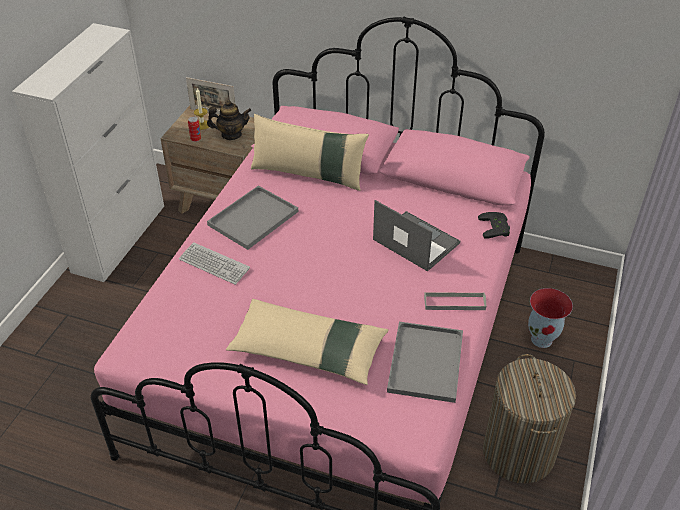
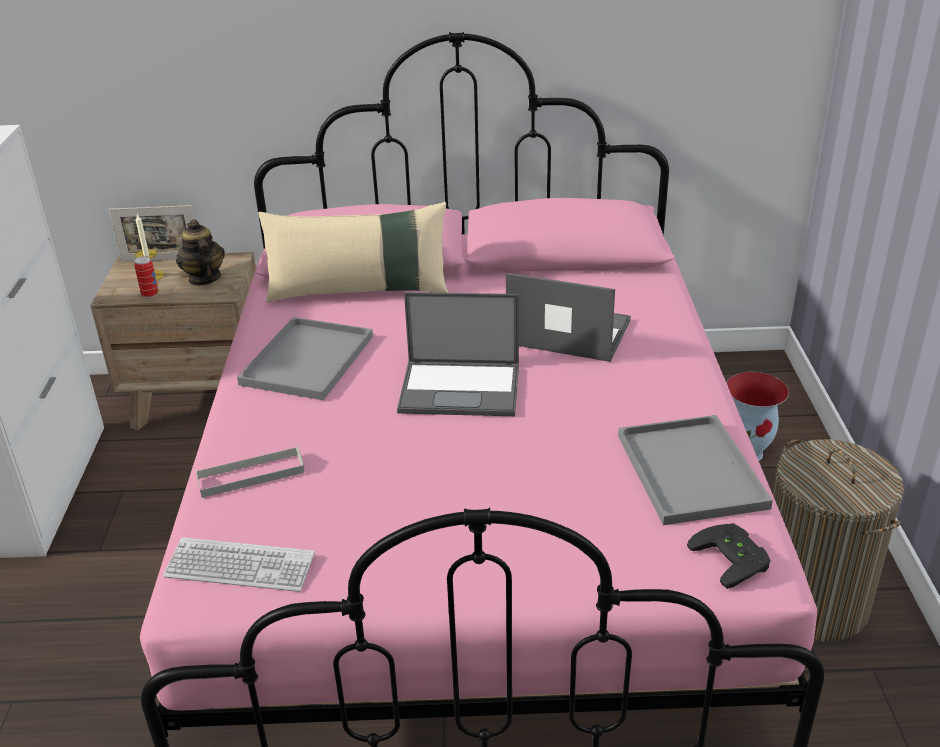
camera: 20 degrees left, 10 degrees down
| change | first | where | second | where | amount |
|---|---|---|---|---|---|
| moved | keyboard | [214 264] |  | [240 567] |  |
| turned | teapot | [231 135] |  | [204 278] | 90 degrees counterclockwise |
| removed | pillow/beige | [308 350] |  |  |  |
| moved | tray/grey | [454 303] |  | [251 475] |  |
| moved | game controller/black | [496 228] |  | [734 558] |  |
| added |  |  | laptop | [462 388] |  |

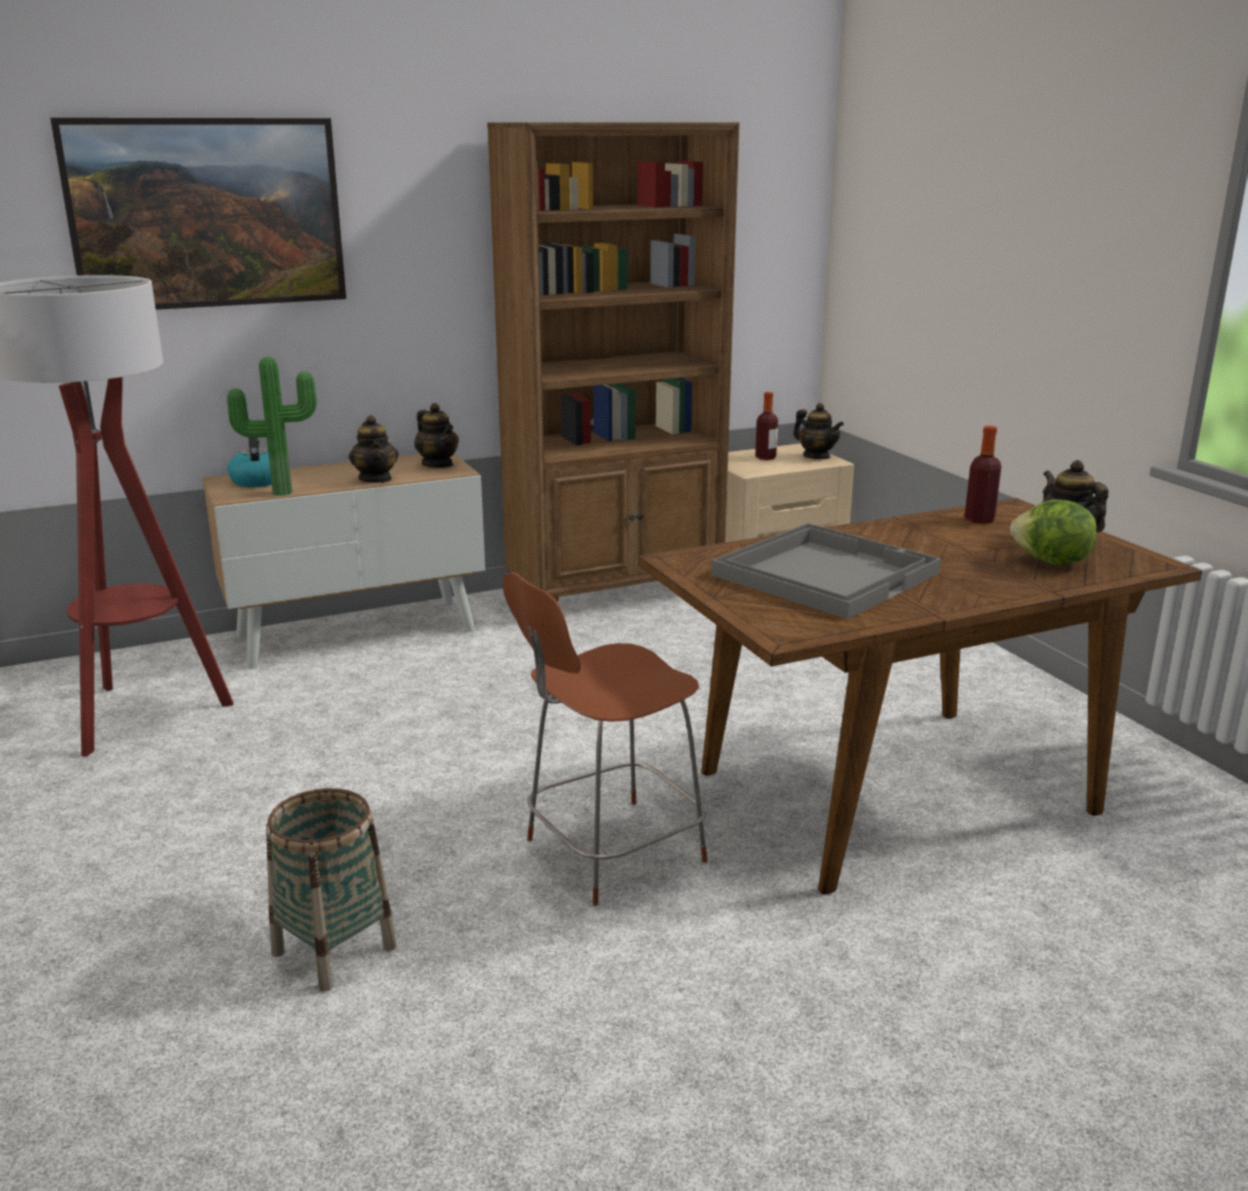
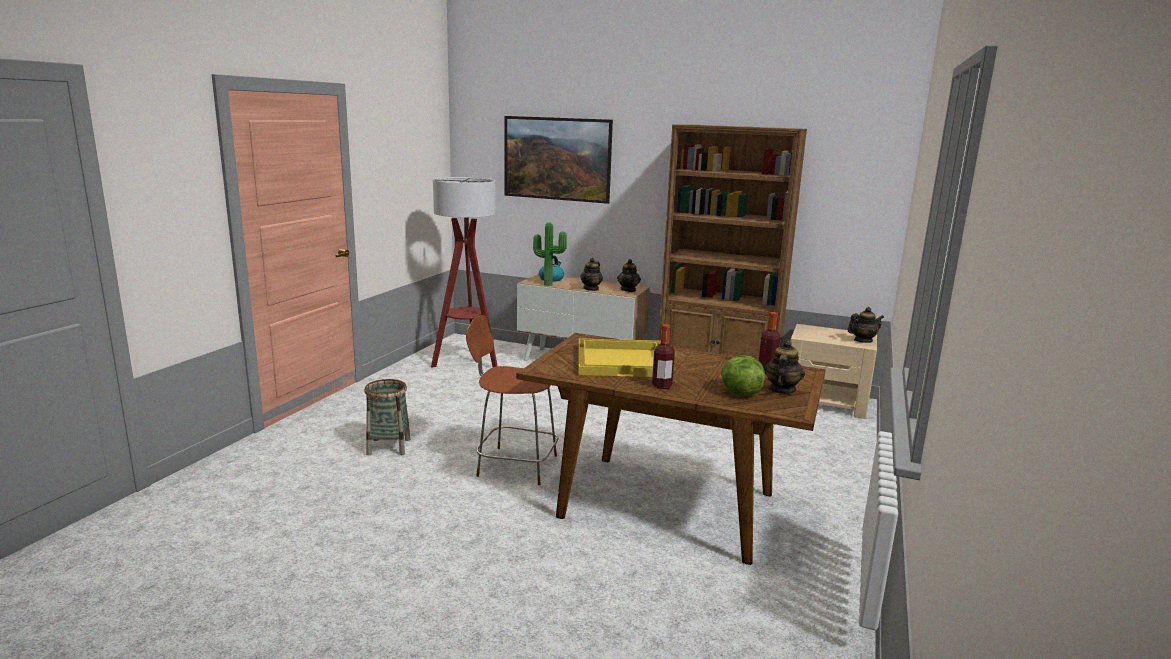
camera: 45 degrees right, 5 degrees down
| change | first | where | second | where | amount |
|---|---|---|---|---|---|
| recoloured | tray/grey | [825 573] | tray/yellow | [622 360] |  |
| moved | bottle | [765 457] |  | [662 386] |  |
| turned | teapot | [816 456] |  | [863 341] | 105 degrees counterclockwise |

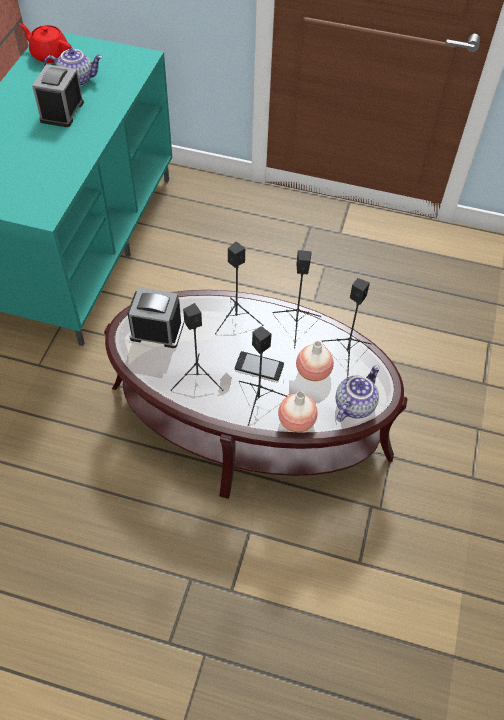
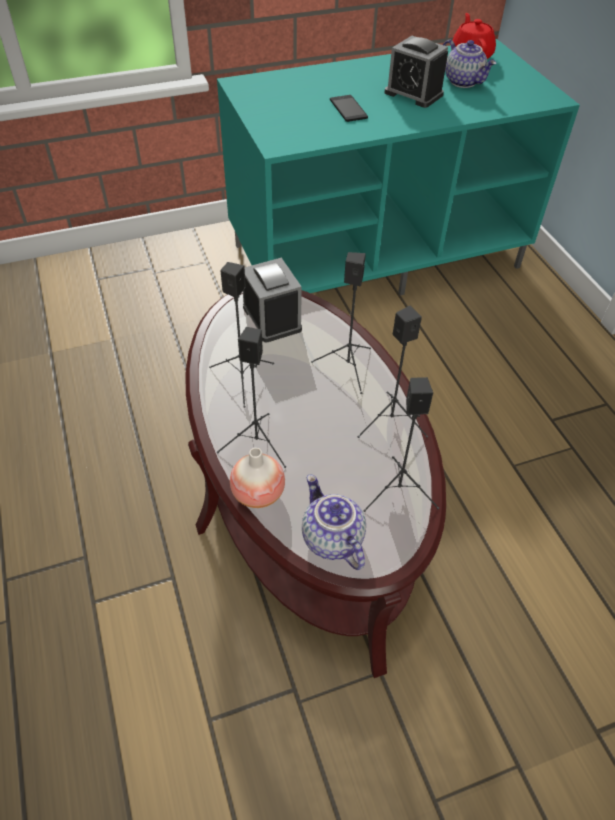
camera: 55 degrees right, 5 degrees down
| change | first | where | second | where | amount |
|---|---|---|---|---|---|
| turned | alarm clock | [62 111] |  | [413 94] | 120 degrees counterclockwise |
| moved | phone | [259 366] |  | [348 109] |  |
| removed | vase | [313 372] |  |  |  |
| turned | teapot | [354 404] |  | [330 539] | 120 degrees counterclockwise |

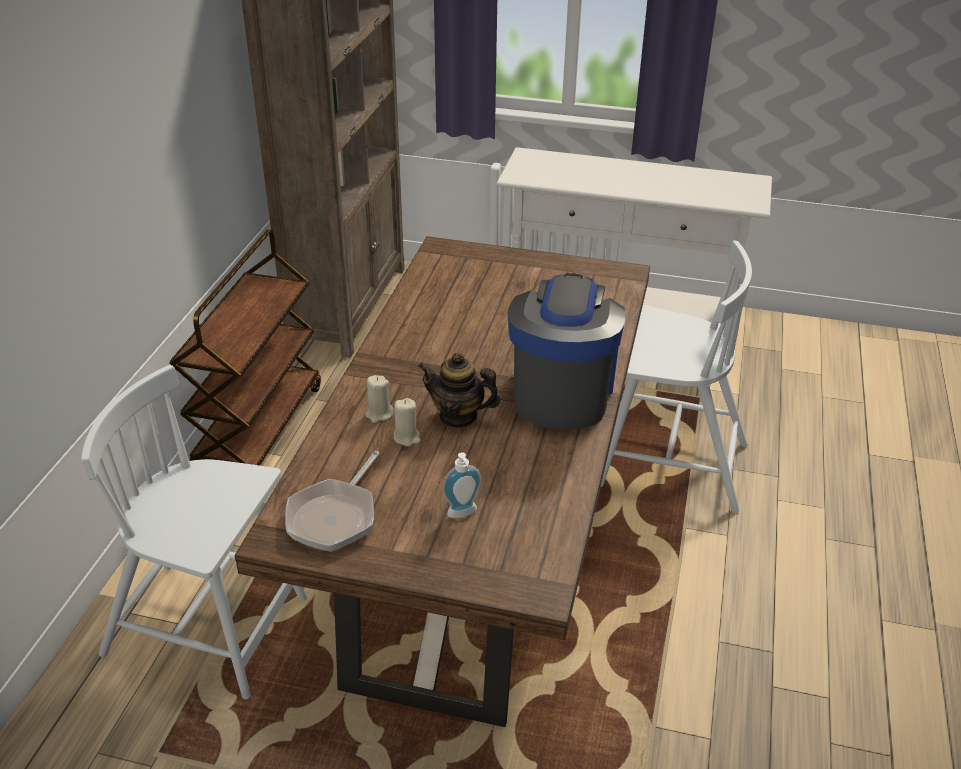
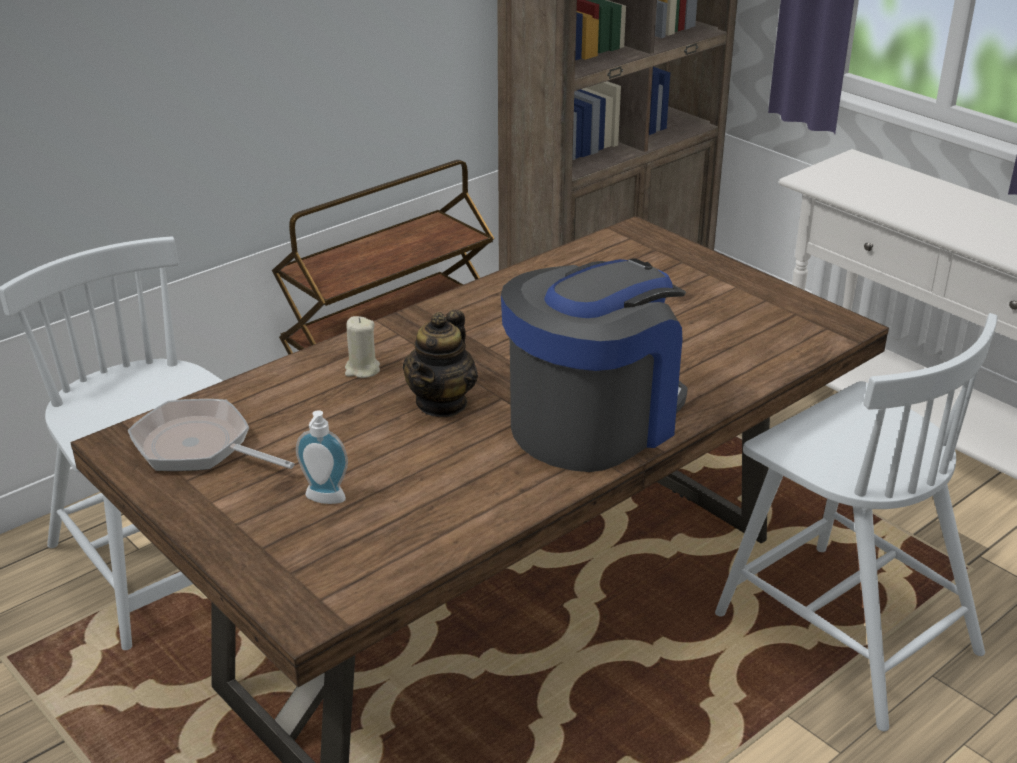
camera: 35 degrees right, 5 degrees down
| change | first | where | second | where | amount |
|---|---|---|---|---|---|
| turned | frying pan | [335 516] |  | [199 447] | 60 degrees clockwise |
| removed | candle/beige | [407 437] |  |  |  |
| turned | teapot | [458 416] |  | [442 403] | 120 degrees counterclockwise |

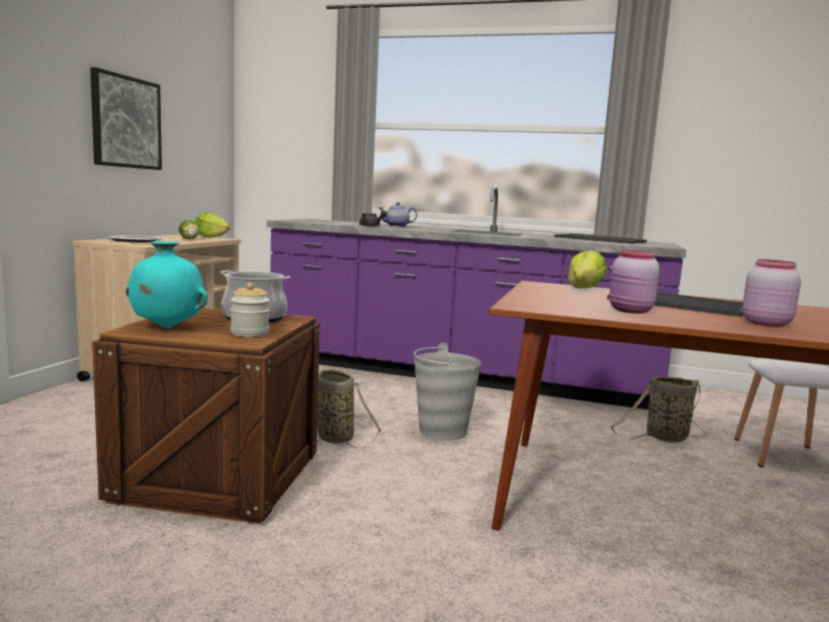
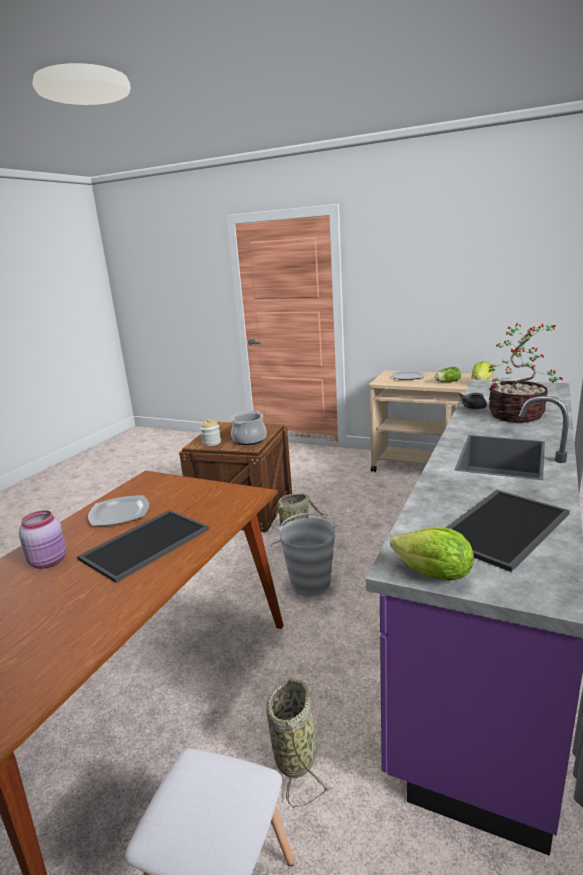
camera: 100 degrees right, 10 degrees up
| change | first | where | second | where | amount |
|---|---|---|---|---|---|
| removed | picture | [126 122] |  |  |  |
| removed | vase/turquoise | [166 328] |  |  |  |
| replaced | teapot | [396 226] | potted plant | [518 415] |  |
| moved | lettuce | [585 288] |  | [434 575] |  |
| replaced | jar/pink | [630 311] | plate | [119 513] |  |

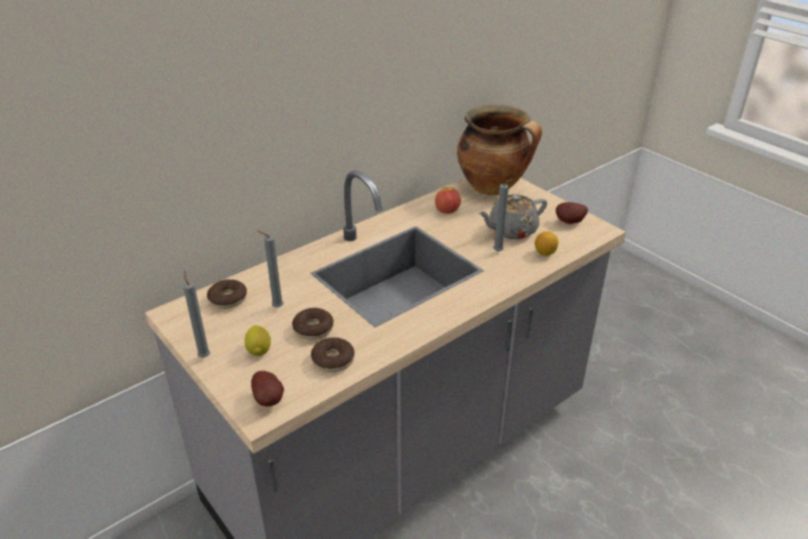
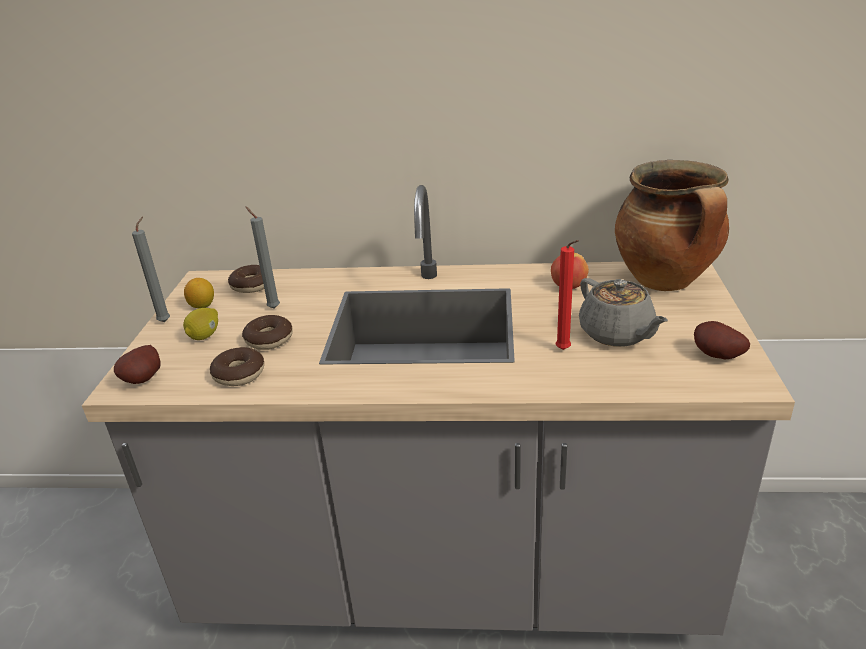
camera: 45 degrees right, 5 degrees down
| change | first | where | second | where | amount |
|---|---|---|---|---|---|
| turned | teapot/grey | [511 230] |  | [617 334] | 135 degrees counterclockwise |
| recoloured | candle/grey | [499 252] | candle/red | [564 350] |  |
| moved | lemon | [545 253] |  | [202 306] |  |

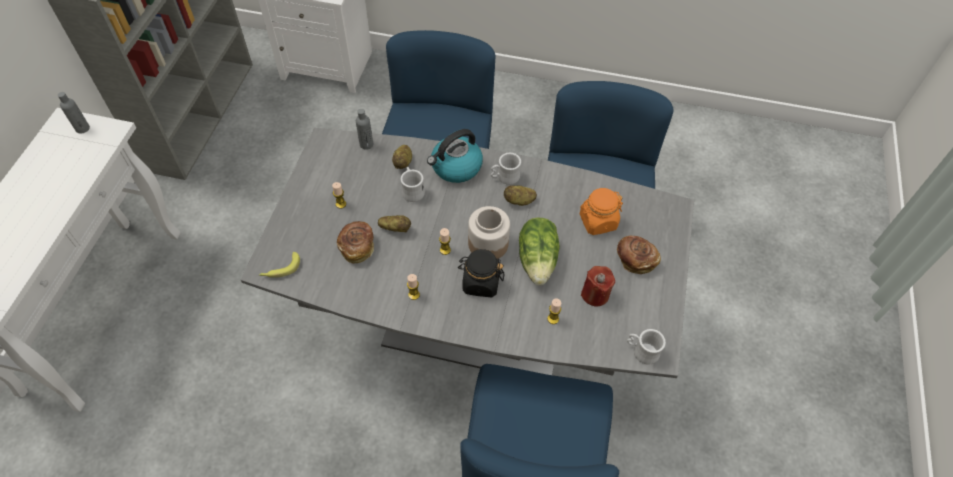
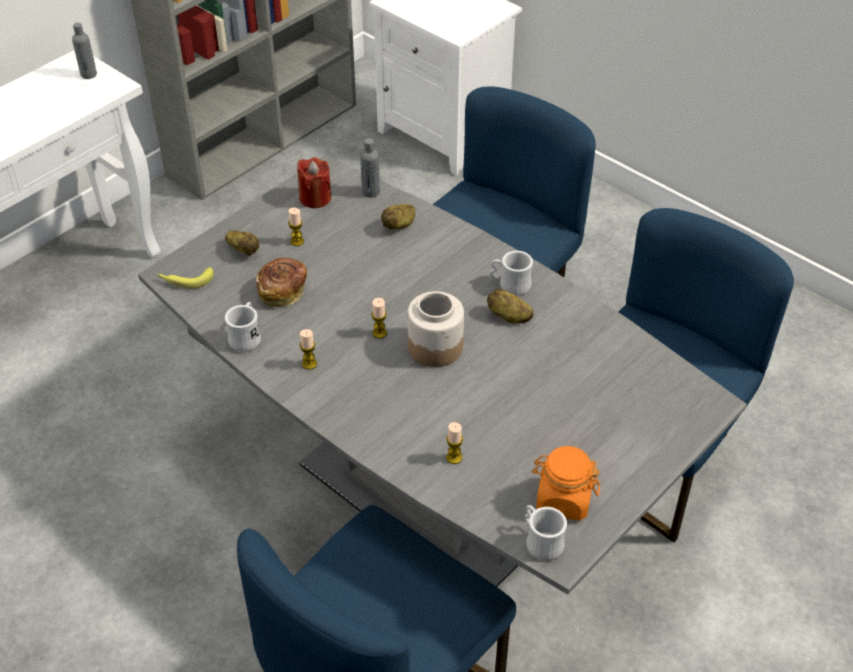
camera: 30 degrees right, 10 degrees down
| change | first | where | second | where | amount |
|---|---|---|---|---|---|
| moved | potato | [395 228] |  | [244 250] |  |
| moved | mug/white | [412 190] |  | [246 337] |  |
| removed | kettle | [456 167] |  |  |  |
| removed | jar/black | [480 283] |  |  |  |
| removed | lettuce | [538 260] |  |  |  |
| moved | jar/orange | [597 221] |  | [563 499] |  |
| moved | candle/red | [595 294] |  | [315 198] |  |
| removed | bread | [635 260] |  |  |  |

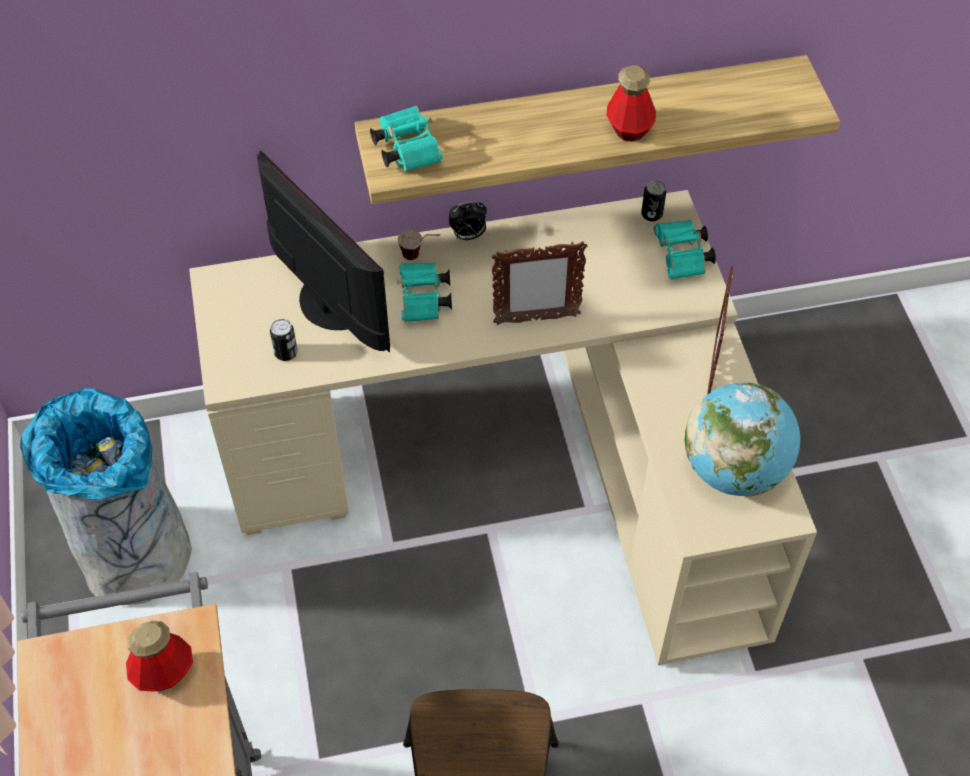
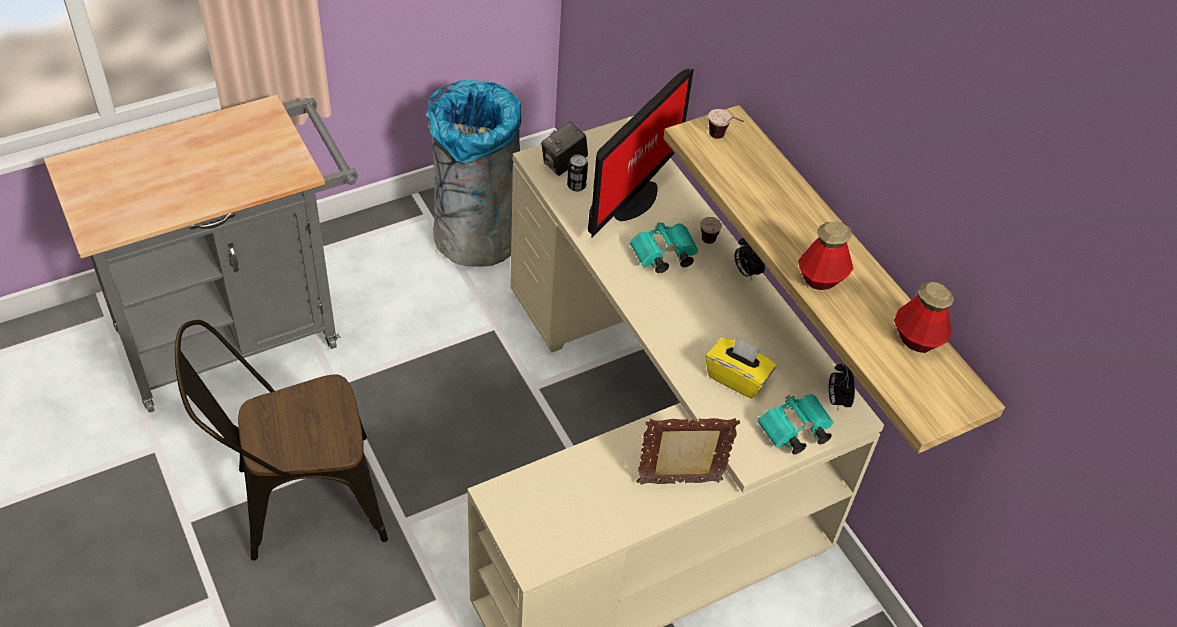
camera: 70 degrees right, 5 degrees down
| change | first | where | second | where | amount |
|---|---|---|---|---|---|
| moved | bottle | [164 673] |  | [917 339] |  |
| replaced | binoculars/turquoise | [406 148] | cup | [723 139] |  |
| removed | picture frame | [536 319] |  |  |  |
| replaced | can | [651 214] | alarm clock | [837 400] |  |
| removed | globe | [734 469] |  |  |  |
| added |  |  | photo camera | [564 164] |  |
| added |  |  | tissue box/yellow | [737 378] |  |

